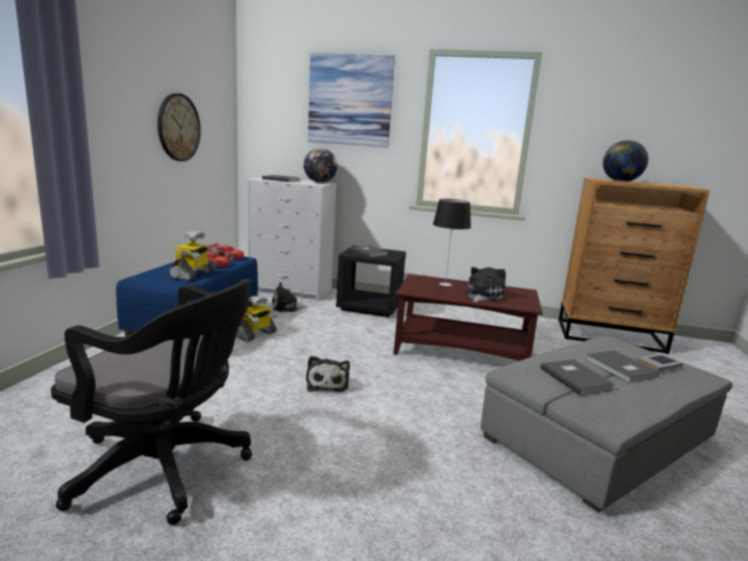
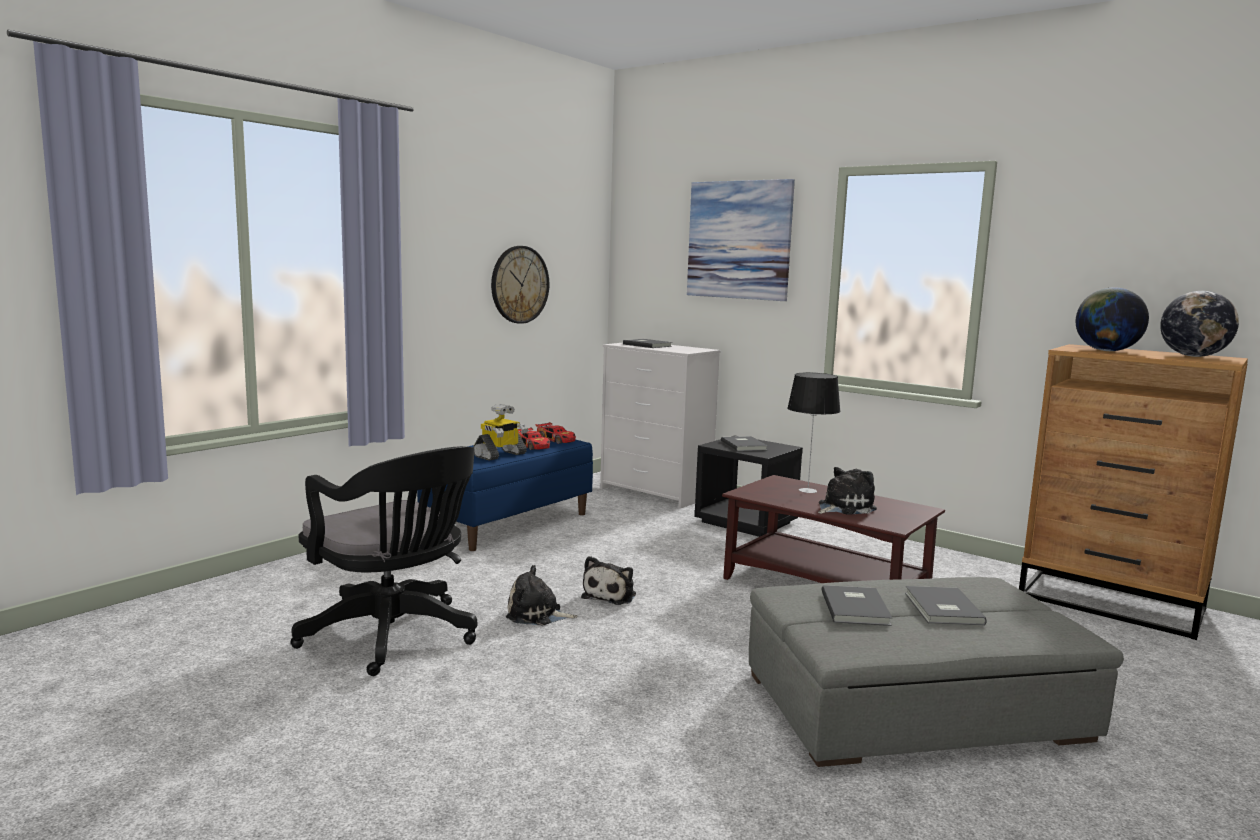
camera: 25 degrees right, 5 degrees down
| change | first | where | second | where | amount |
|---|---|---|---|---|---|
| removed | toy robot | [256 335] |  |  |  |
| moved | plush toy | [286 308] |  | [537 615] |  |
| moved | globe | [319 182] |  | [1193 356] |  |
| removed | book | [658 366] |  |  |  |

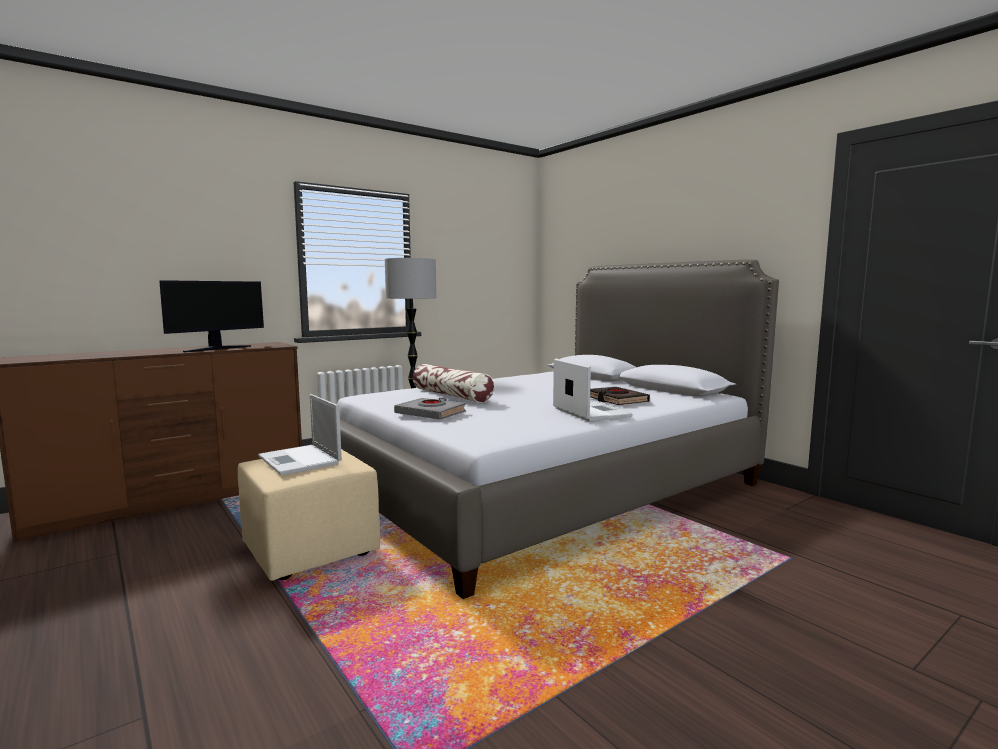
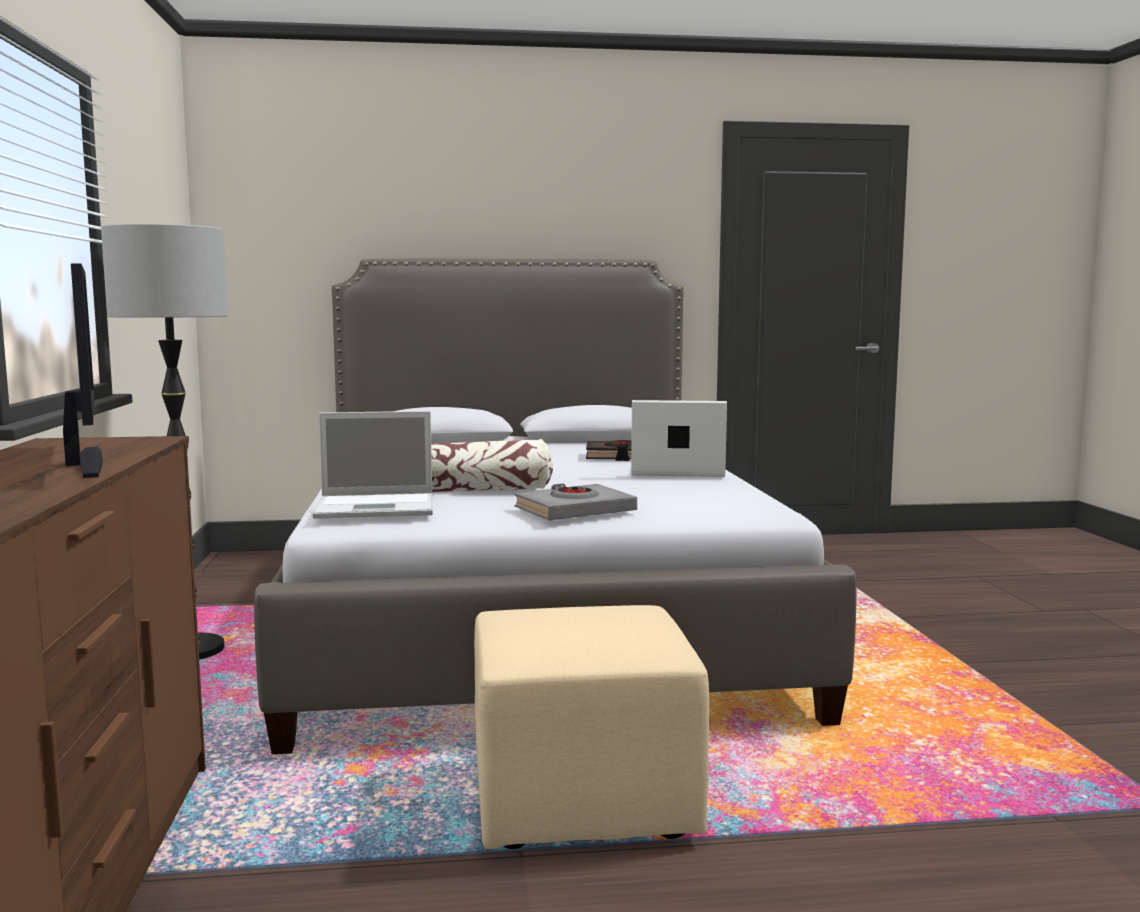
camera: 60 degrees left, 0 degrees up
| change | first | where | second | where | amount |
|---|---|---|---|---|---|
| moved | laptop | [300 460] |  | [378 507] |  |

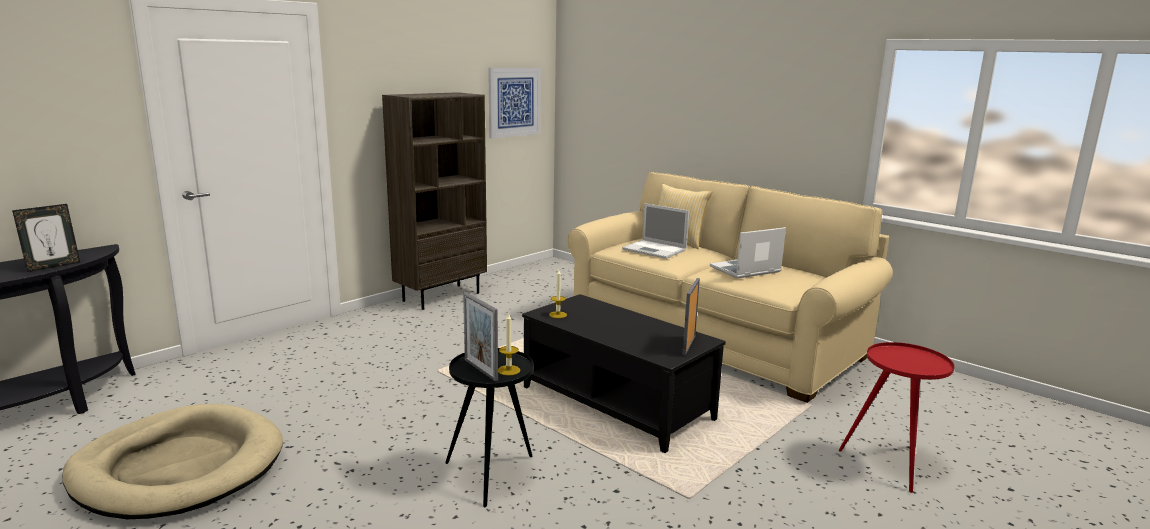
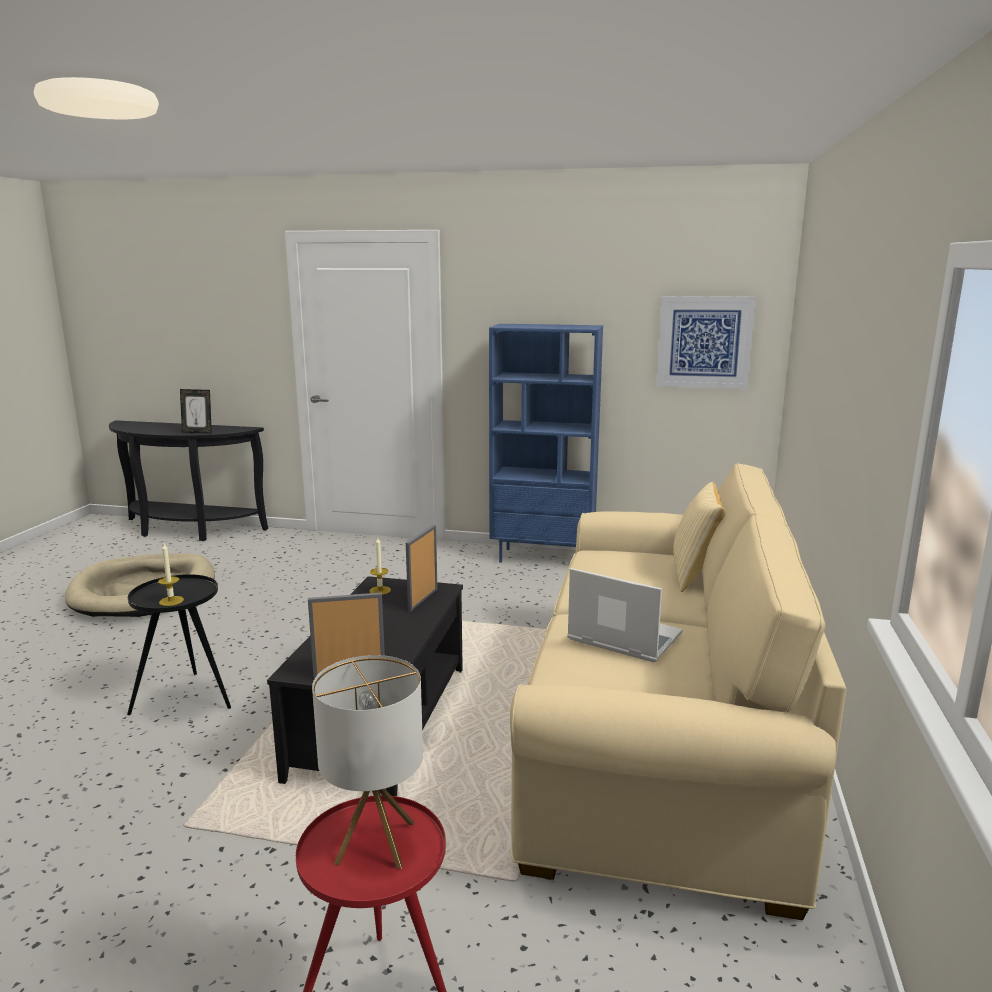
camera: 60 degrees right, 0 degrees up
| change | first | where | second | where | amount |
|---|---|---|---|---|---|
| recoloured | bookcase/brown | [441 296] | bookcase/blue | [543 558] |  |
| moved | picture frame | [480 370] |  | [423 600] |  |
| removed | laptop | [655 250] |  |  |  |
| added |  |  | table lamp | [376 842] |  |

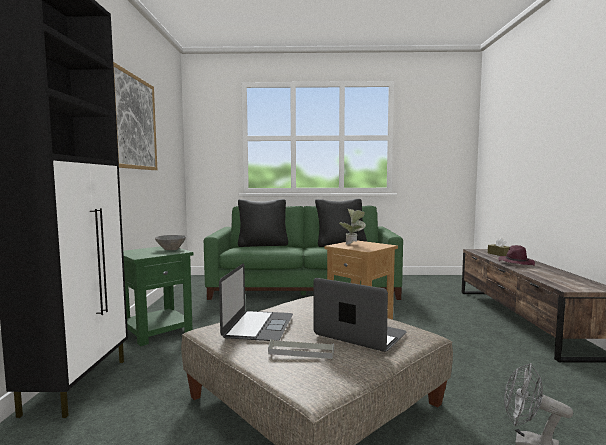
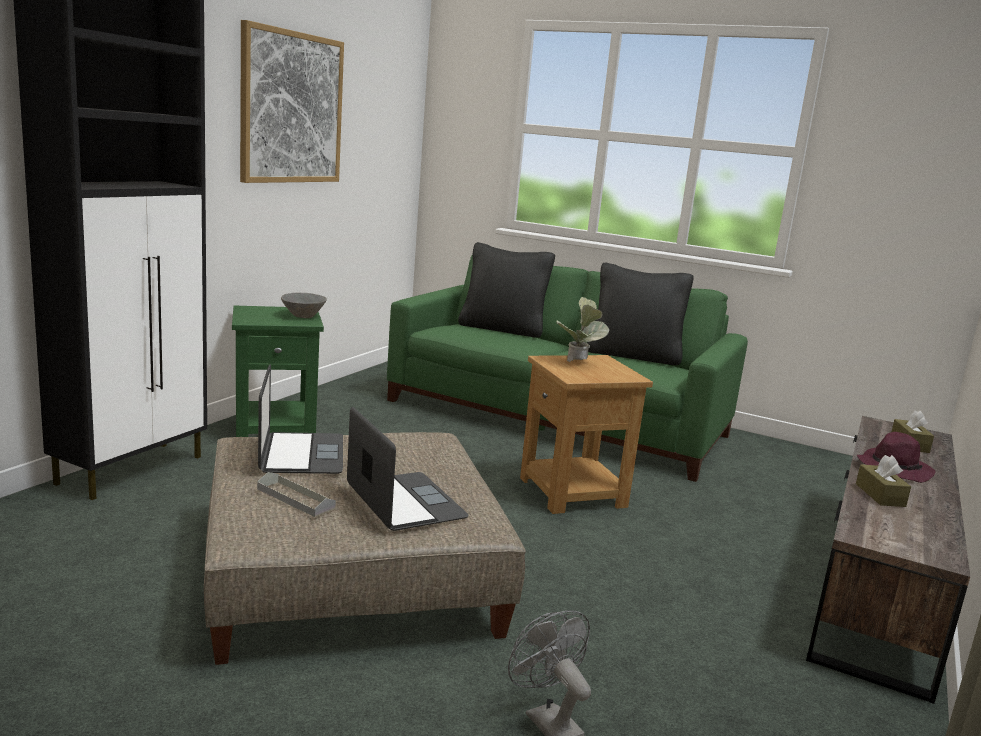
camera: 25 degrees right, 10 degrees up
| change | first | where | second | where | amount |
|---|---|---|---|---|---|
| turned | laptop | [258 325] |  | [302 453] | 45 degrees counterclockwise |
| added |  |  | tissue box/brown | [880 495] |  |

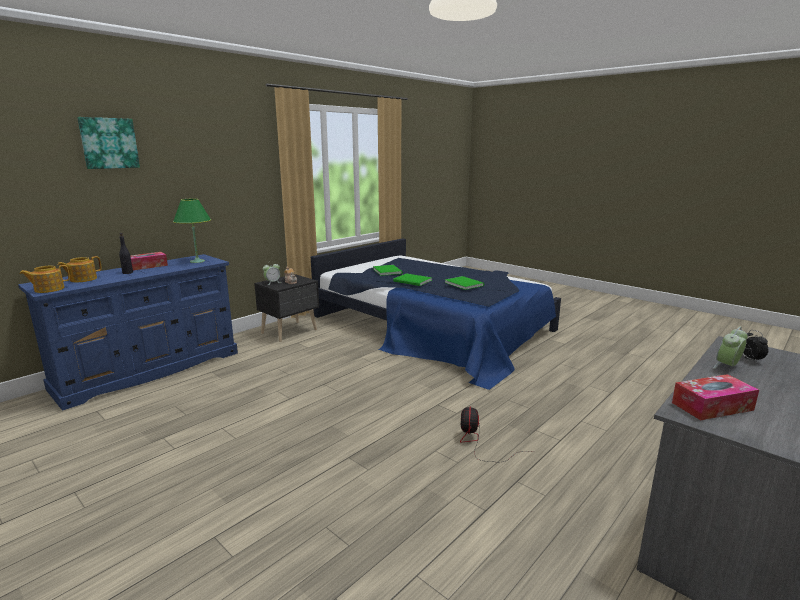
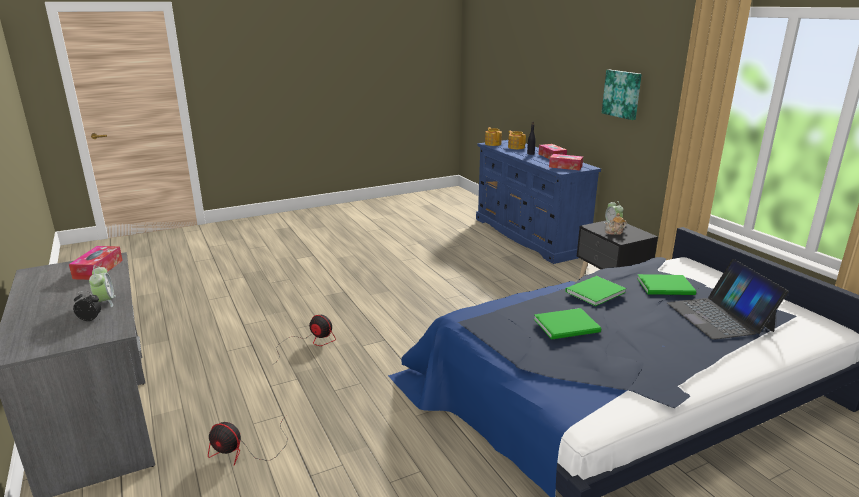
camera: 110 degrees right, 5 degrees up
| change | first | where | second | where | amount |
|---|---|---|---|---|---|
| moved | picture | [109 143] |  | [622 94] |  |
| replaced | table lamp/green | [197 261] | tissue box | [565 167] |  |
| added |  |  | fan | [245 450] |  |
| added |  |  | laptop | [719 317] |  |

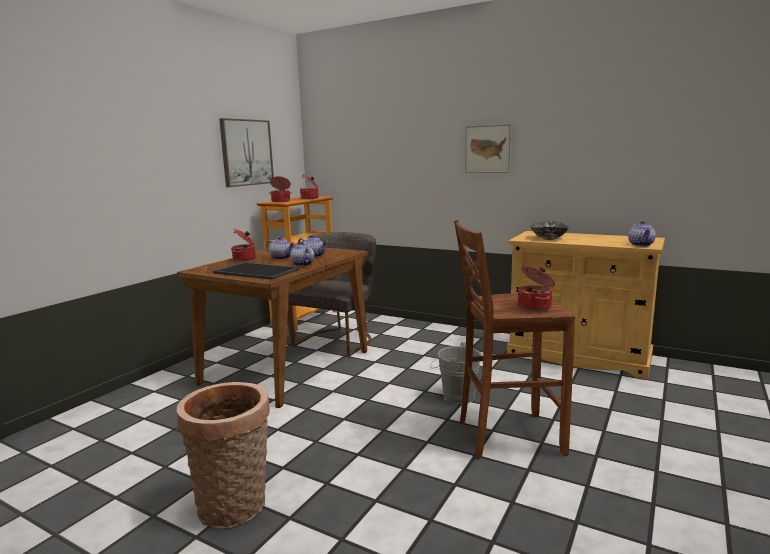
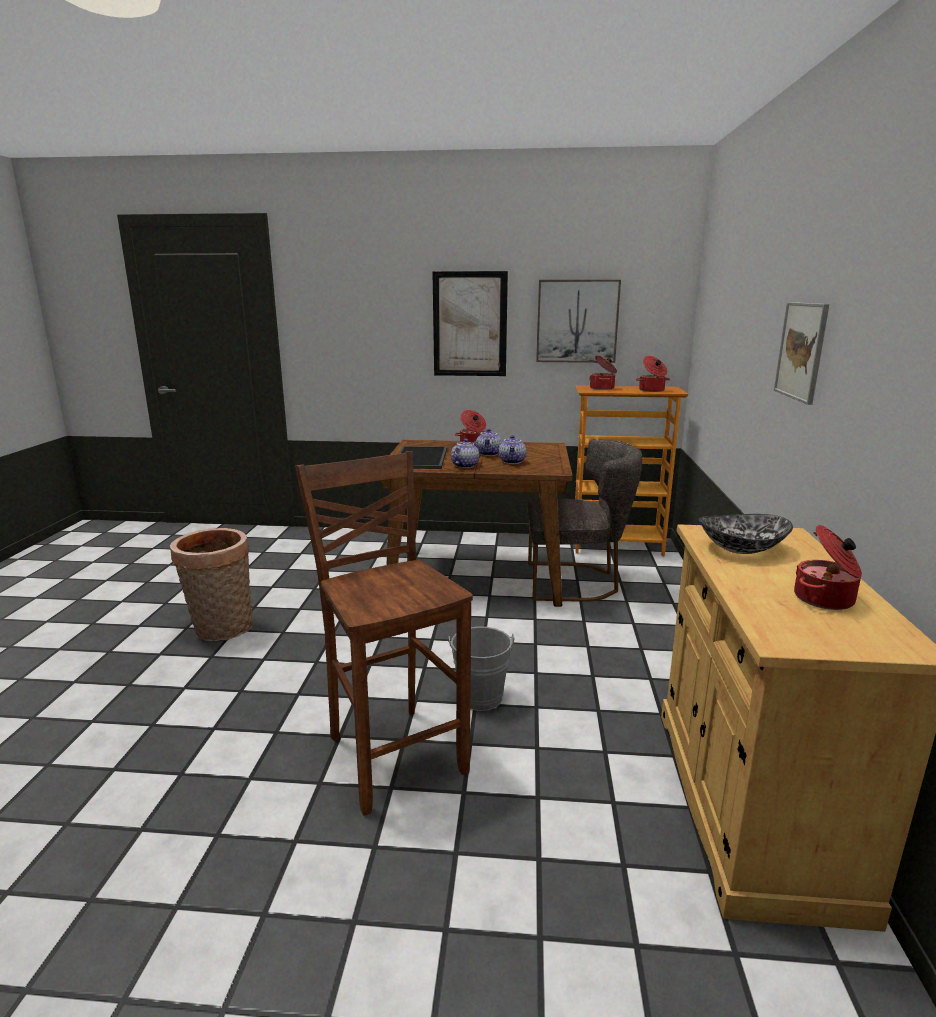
camera: 65 degrees right, 5 degrees up
| change | first | where | second | where | amount |
|---|---|---|---|---|---|
| moved | cooking pot | [535 307] |  | [825 599] |  |
| removed | teapot | [641 245] |  |  |  |
| added |  |  | picture | [470 324] |  |

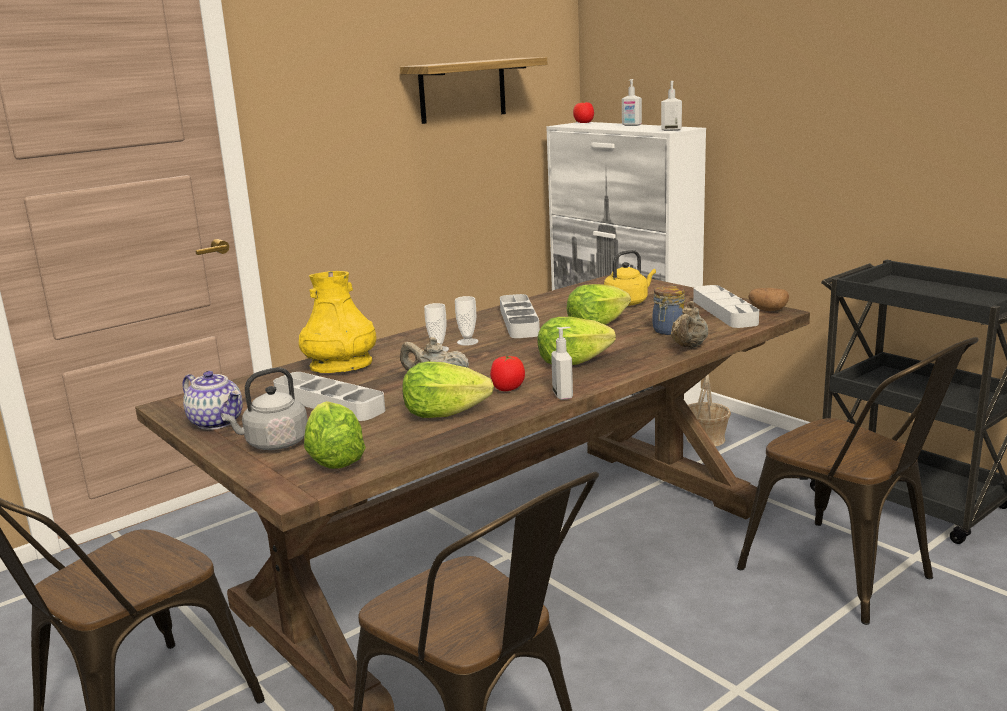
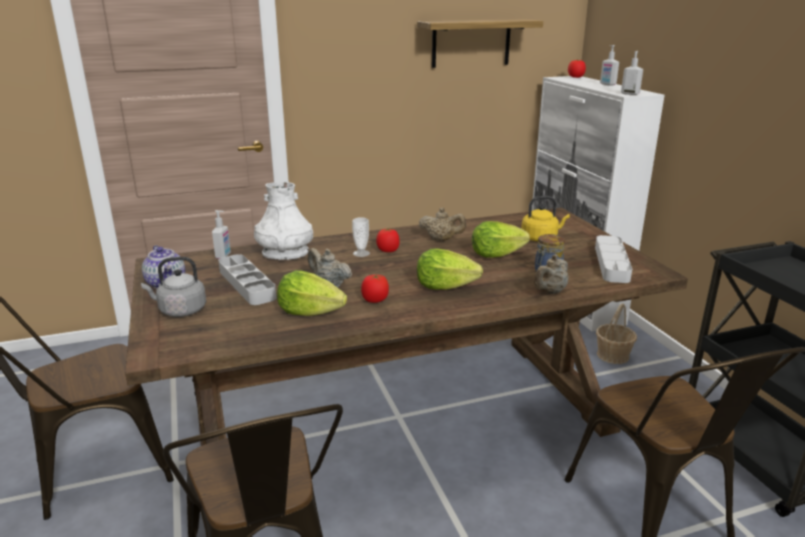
camera: 20 degrees right, 5 degrees up
| change | first | where | second | where | amount |
|---|---|---|---|---|---|
| recoloured | vase/yellow | [341 366] | vase/white | [285 253] |  |
| removed | lettuce | [334 459] |  |  |  |
| replaced | cup | [467 342] | tomato | [388 250] |  |
| replaced | tray/grey | [519 321] | teapot/beige | [442 239] |  |
| moved | soap dispenser | [563 395] |  | [223 256] |  |
| removed | potato | [767 310] |  |  |  |

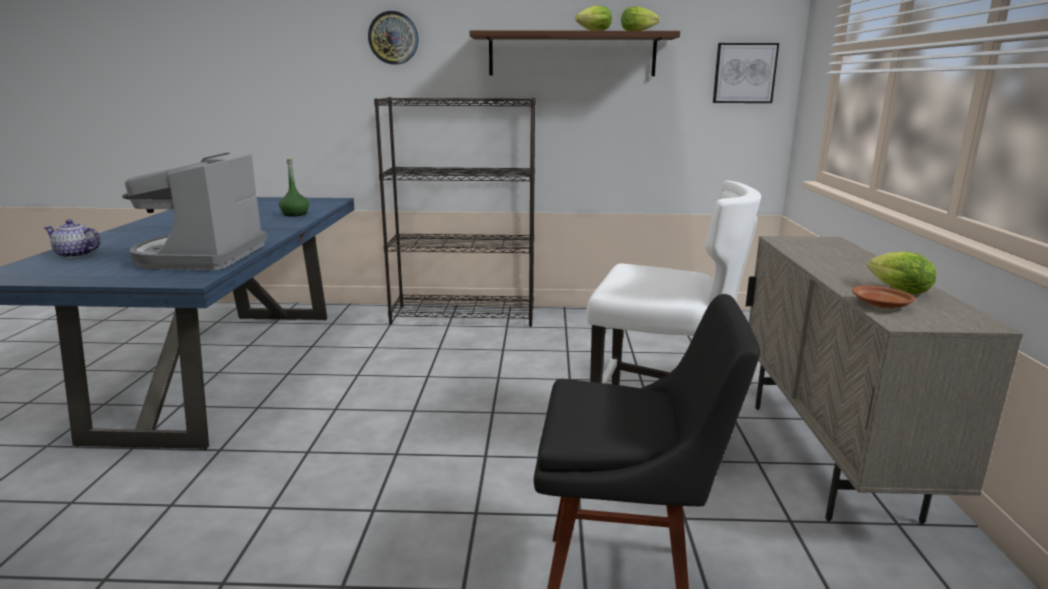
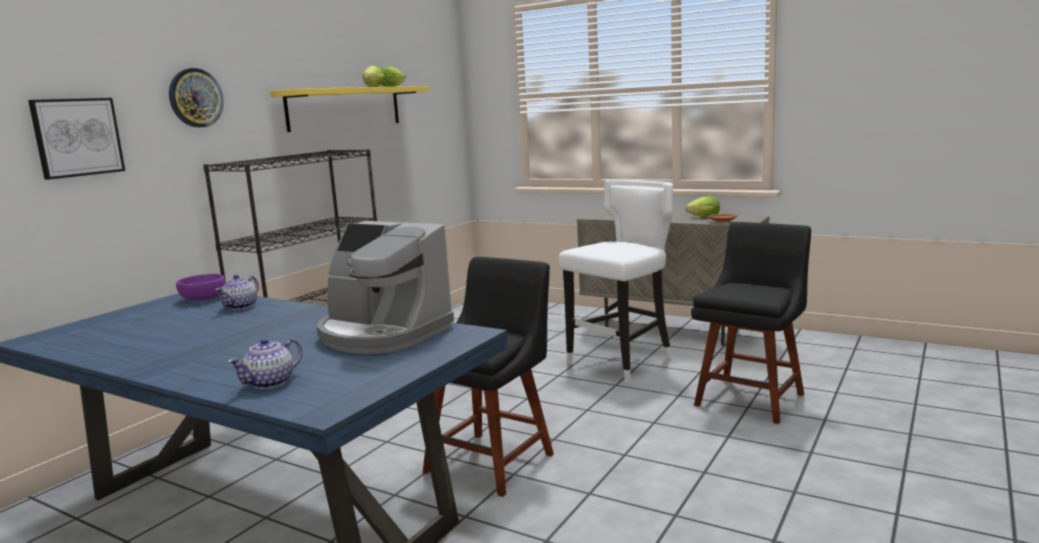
camera: 60 degrees left, 5 degrees down
| change | first | where | second | where | amount |
|---|---|---|---|---|---|
| replaced | bottle/green | [295 214] | teapot | [241 306] |  |
| recoloured | shelf/brown | [572 54] | shelf/yellow | [345 108] |  |
| moved | picture | [744 73] |  | [77 137] |  |
| added |  |  | bowl/purple | [204 298] |  |
| added |  |  | chair/black | [493 460] |  |

